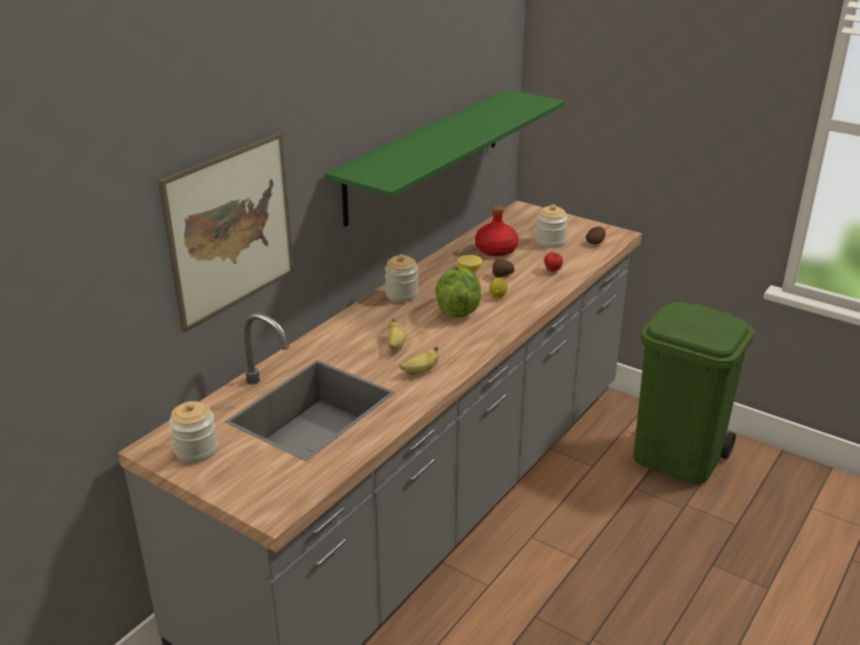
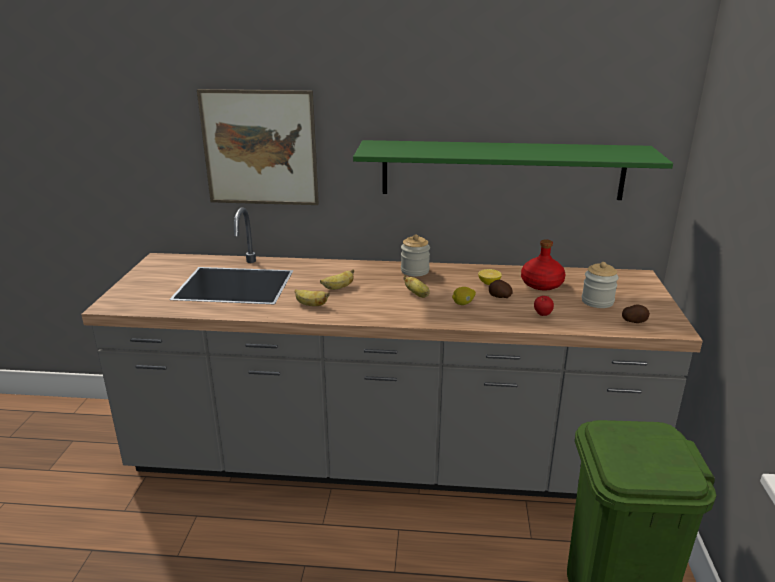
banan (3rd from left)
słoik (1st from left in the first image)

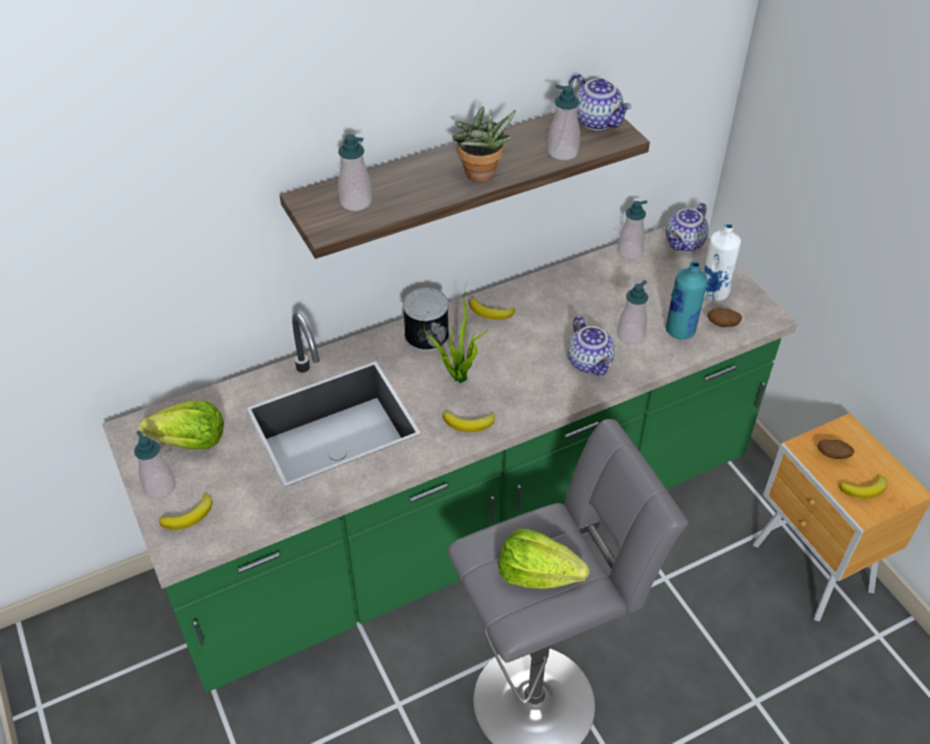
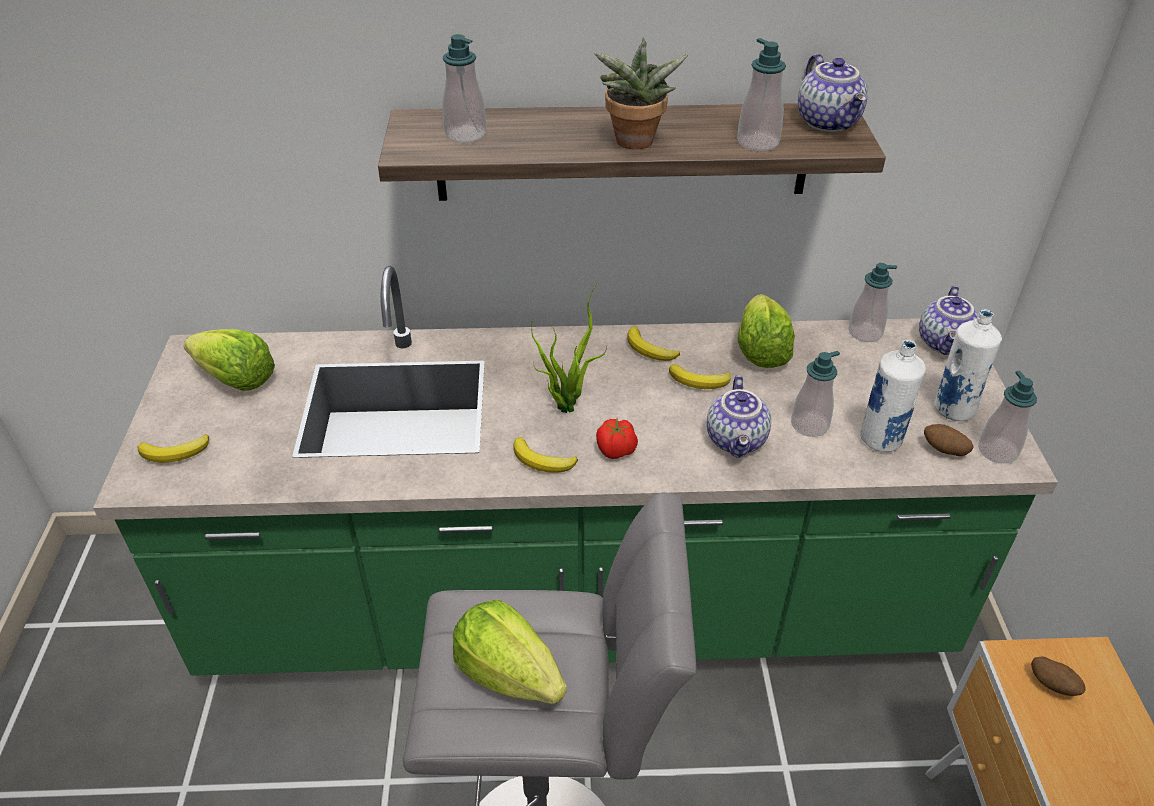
imbryk (3rd from left)
butelka (biały) (1st from left)
puszka
dozownik mydła (5th from left)
banan (4th from left)
sałata (3rd from left)
pomidor

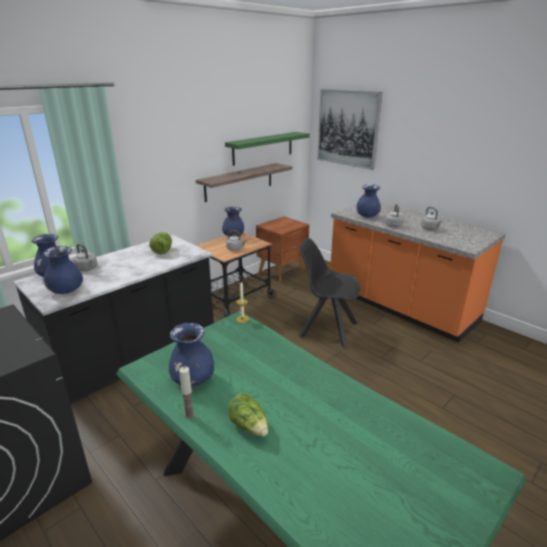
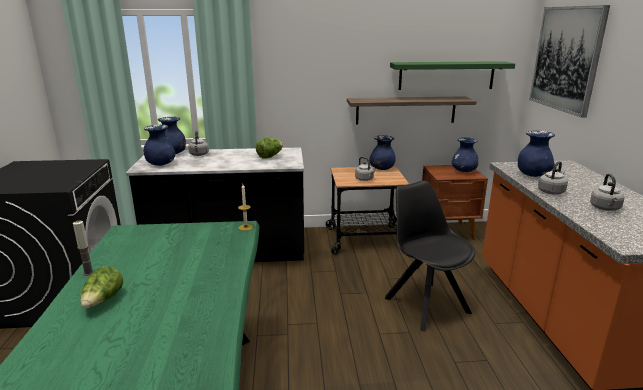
wazon (niebieski) (4th from left)

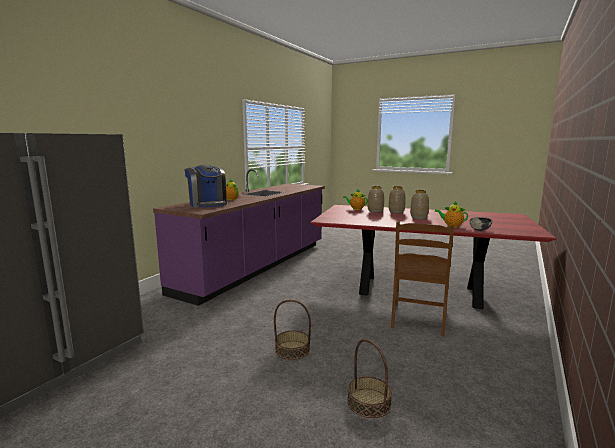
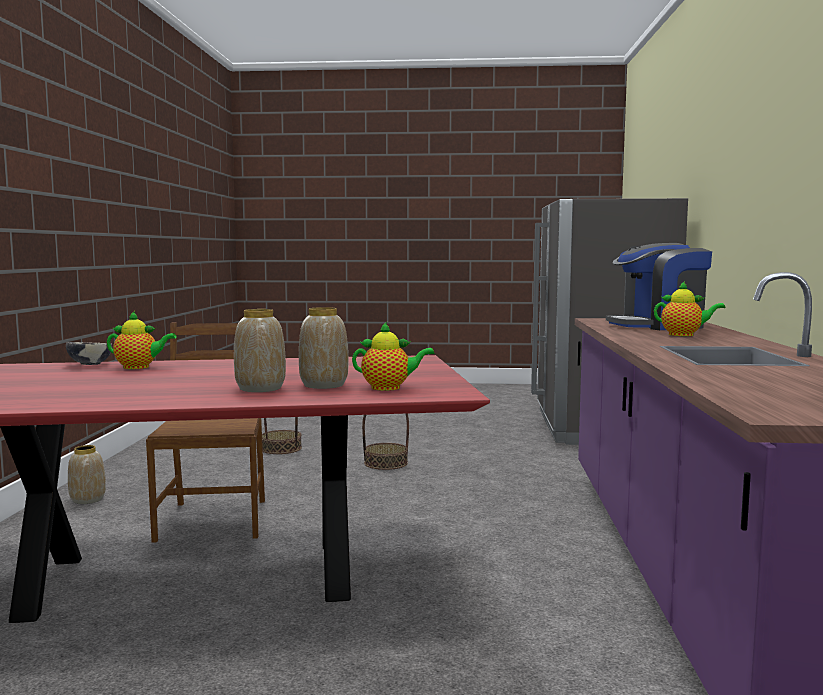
ekspres do kawy
wazon (1st from left)

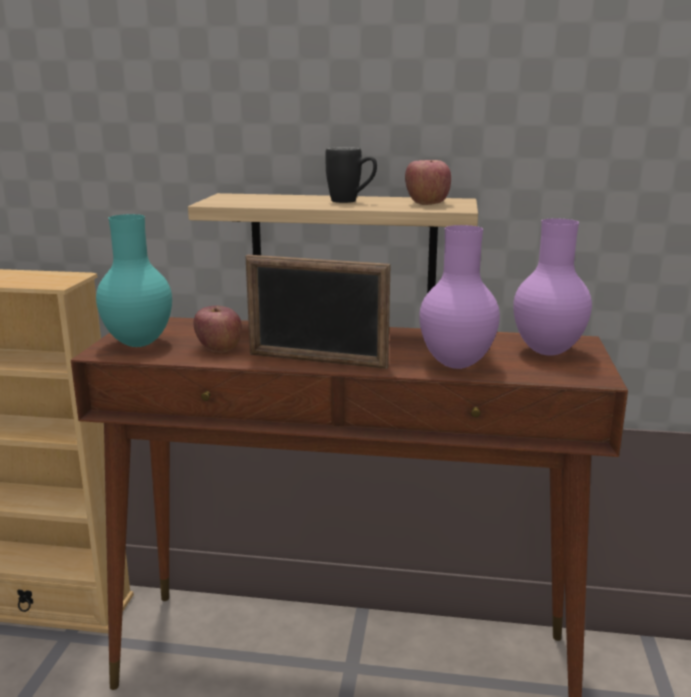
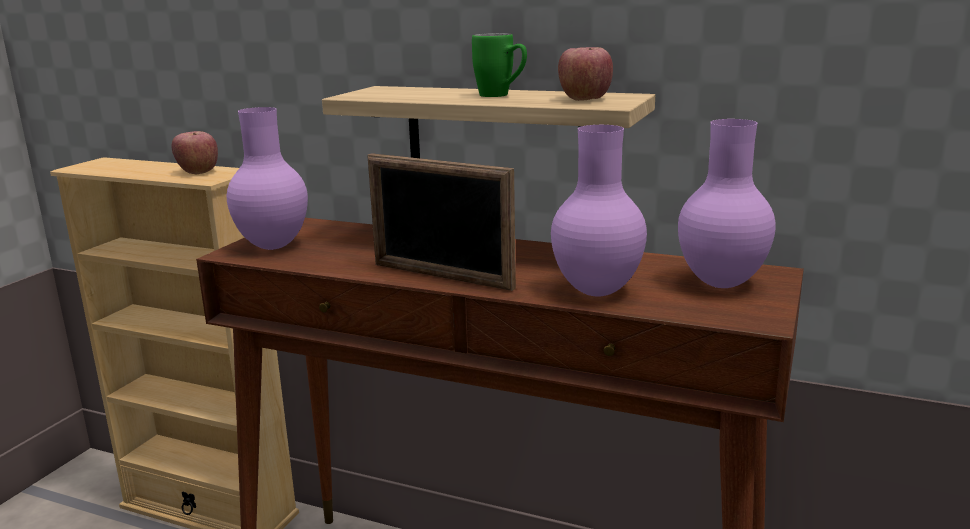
kubek (zielony)
wazon (fioletowy) (1st from left)
jabłko (1st from left)

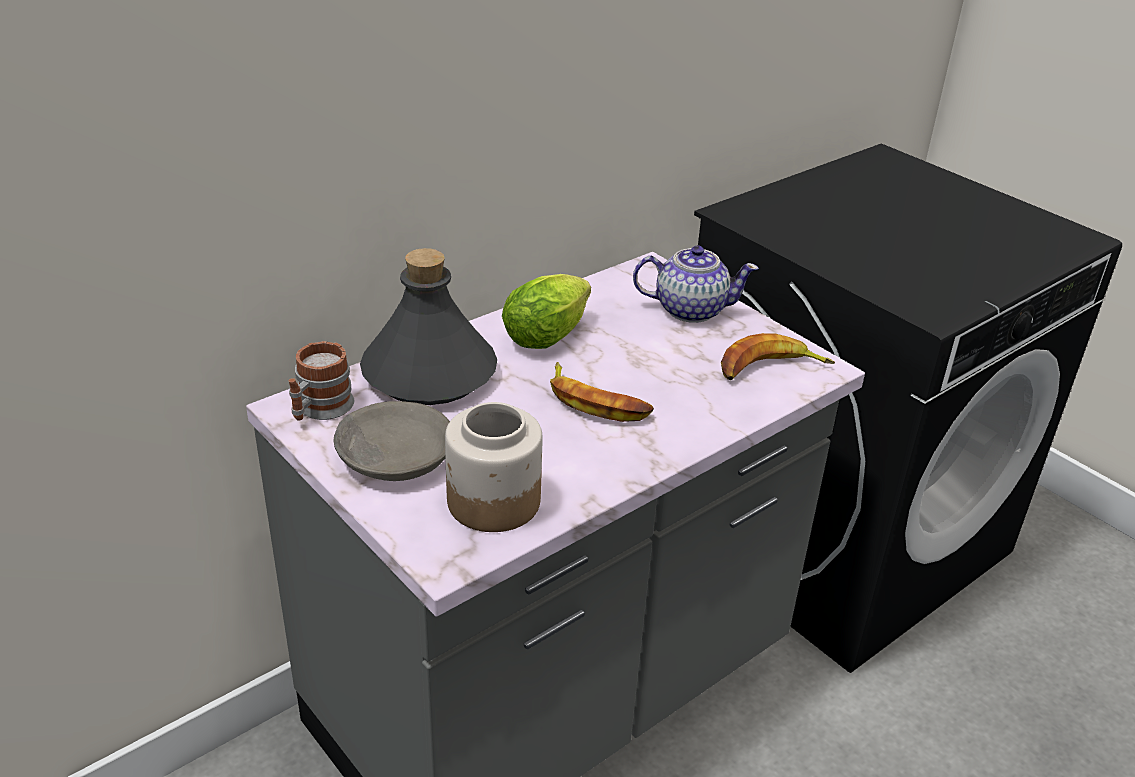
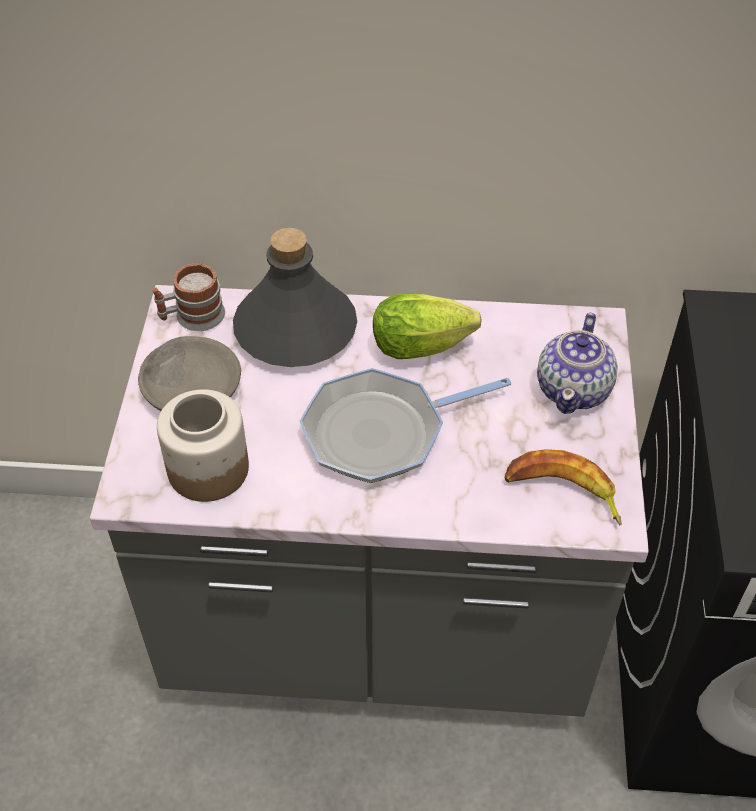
imbryk
patelnia

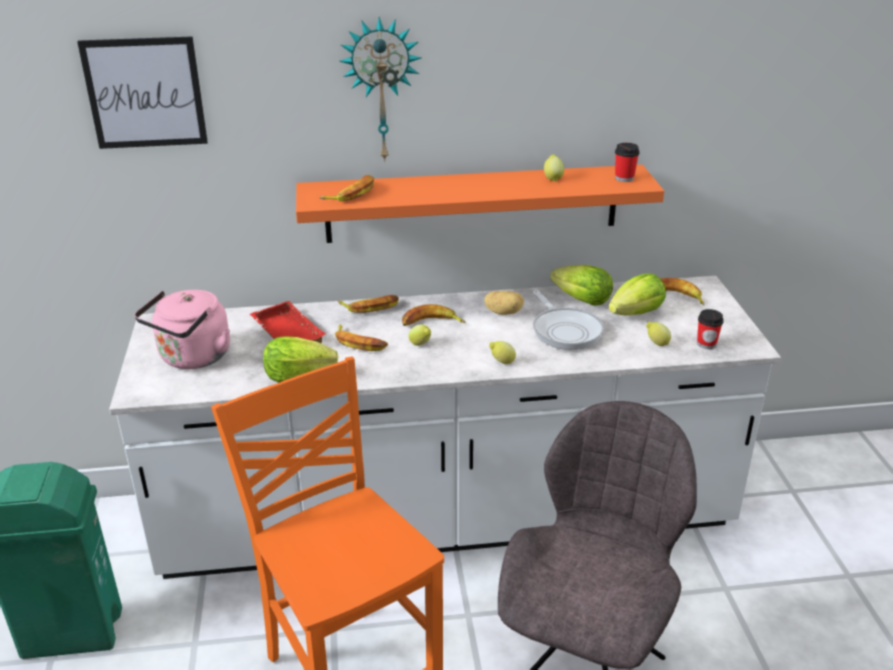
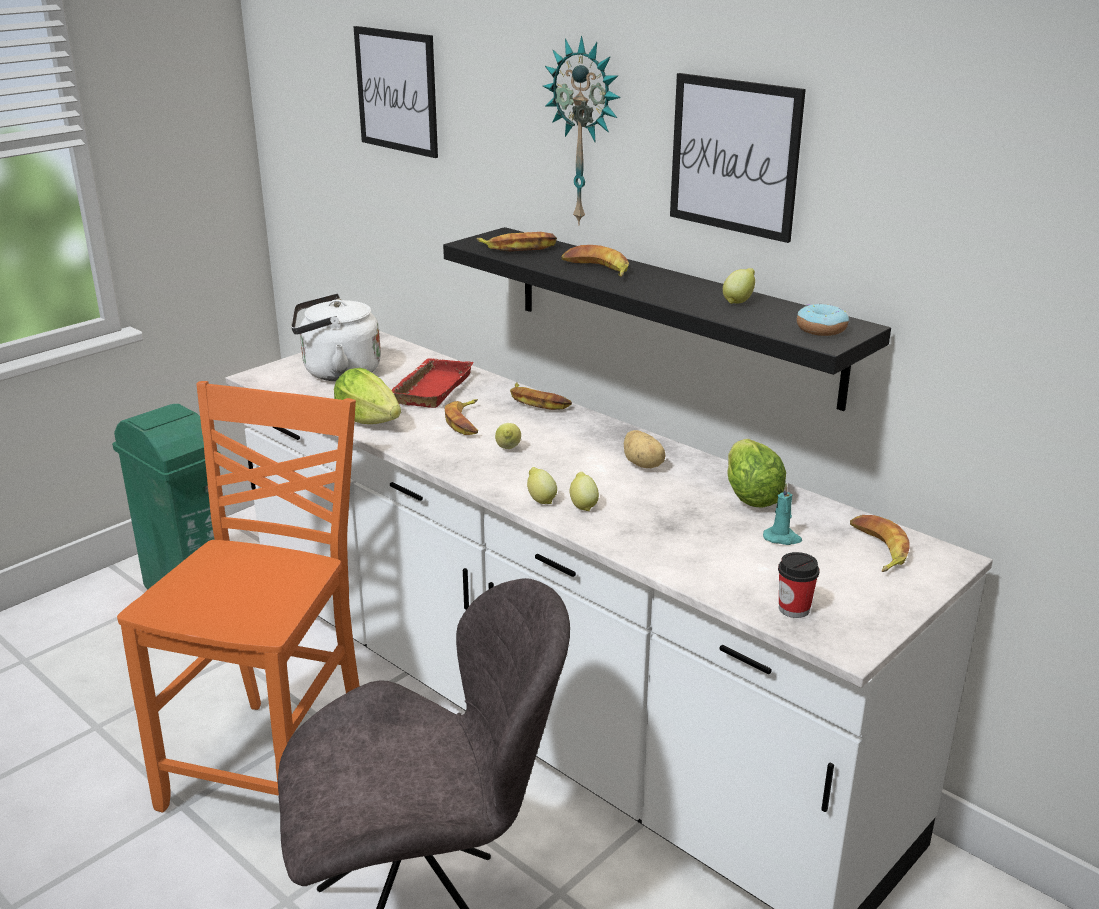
donut
półka (czarny)
świeca (turkusowy)
czajnik (biały)
patelnia
banan (4th from left)
cytryna (3rd from left)
obraz (2nd from left)

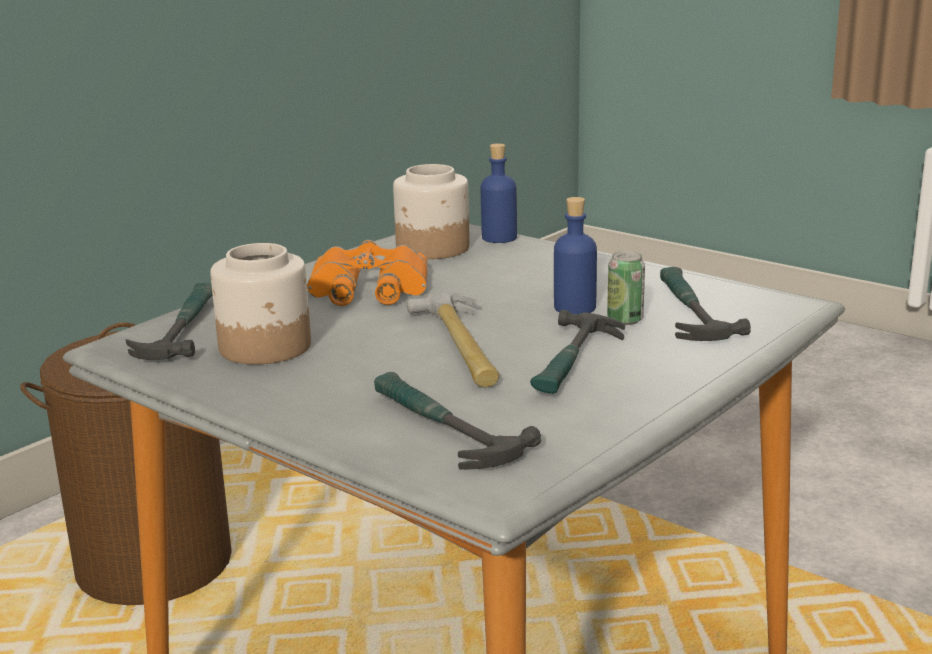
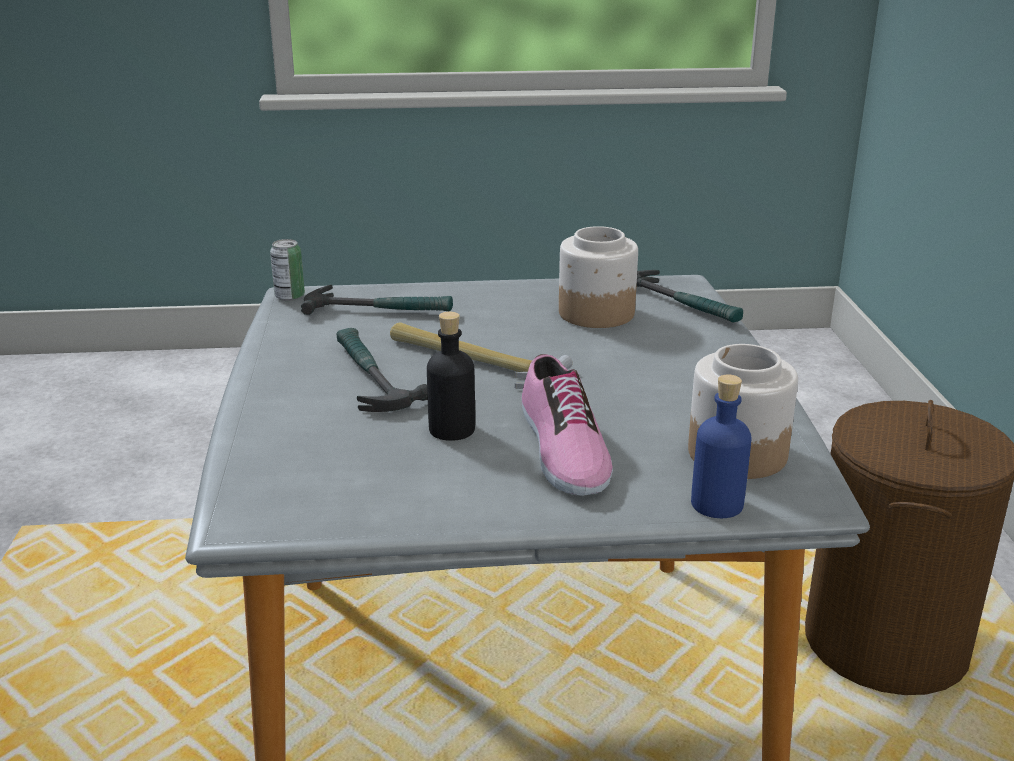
butelka (czarny)
lornetka (pomarańczowy)
puszka
młotek (5th from left in the first image)
but

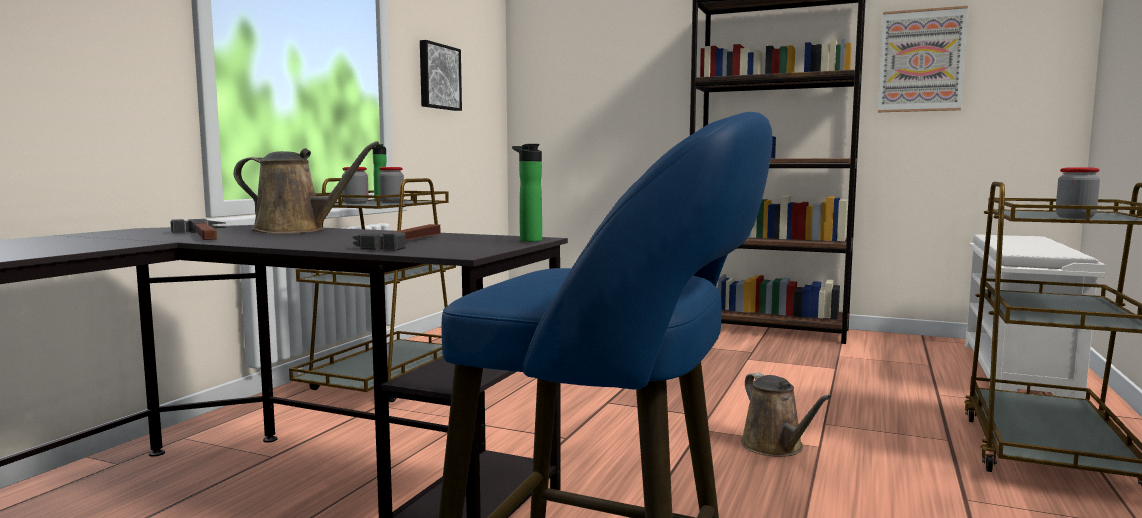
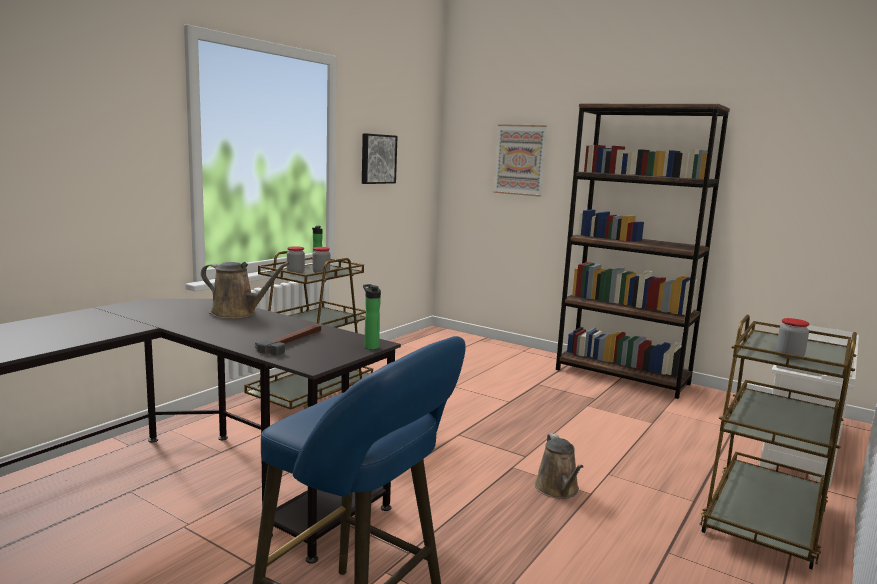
obraz (2nd from left)
młotek (1st from left in the first image)

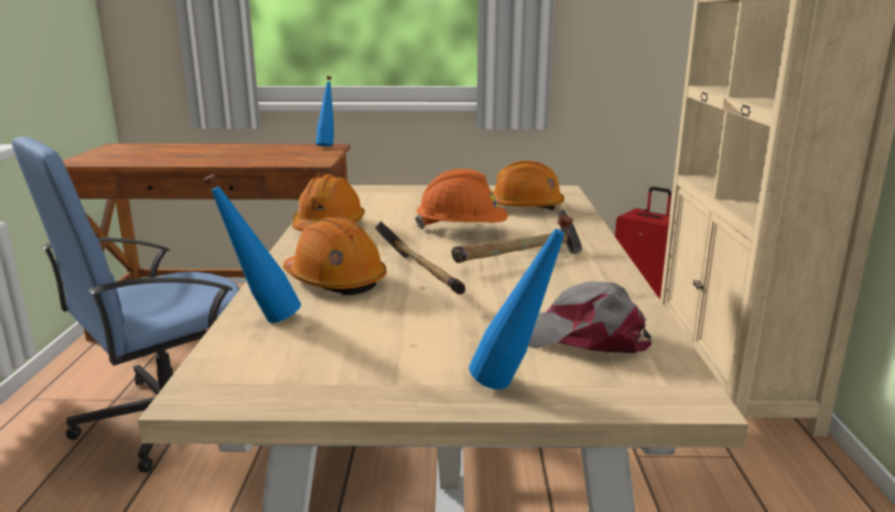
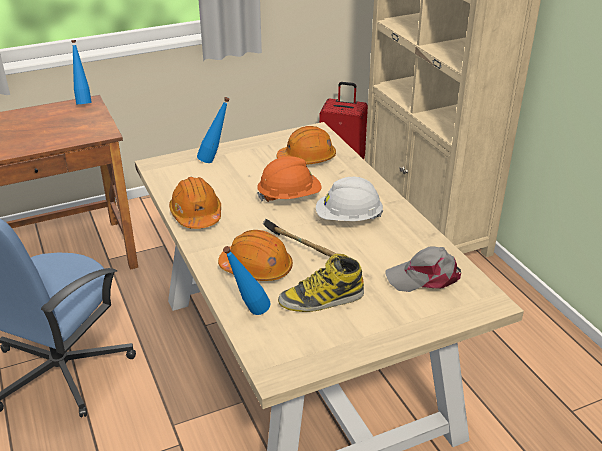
kask (biały)
butelka (niebieski) (2nd from left)
but z cholewką

